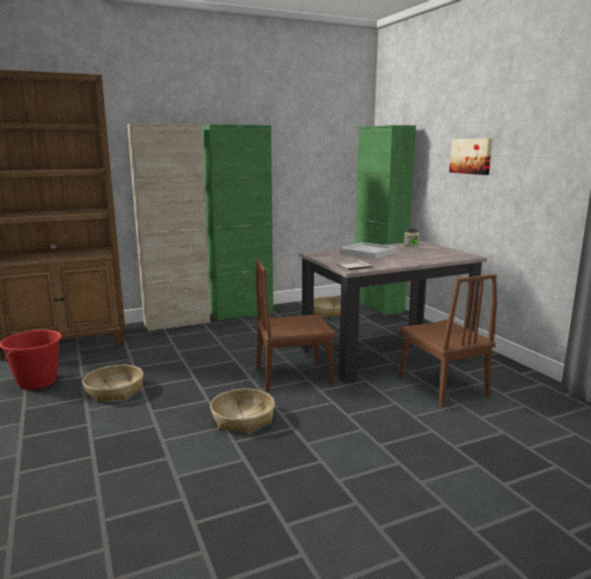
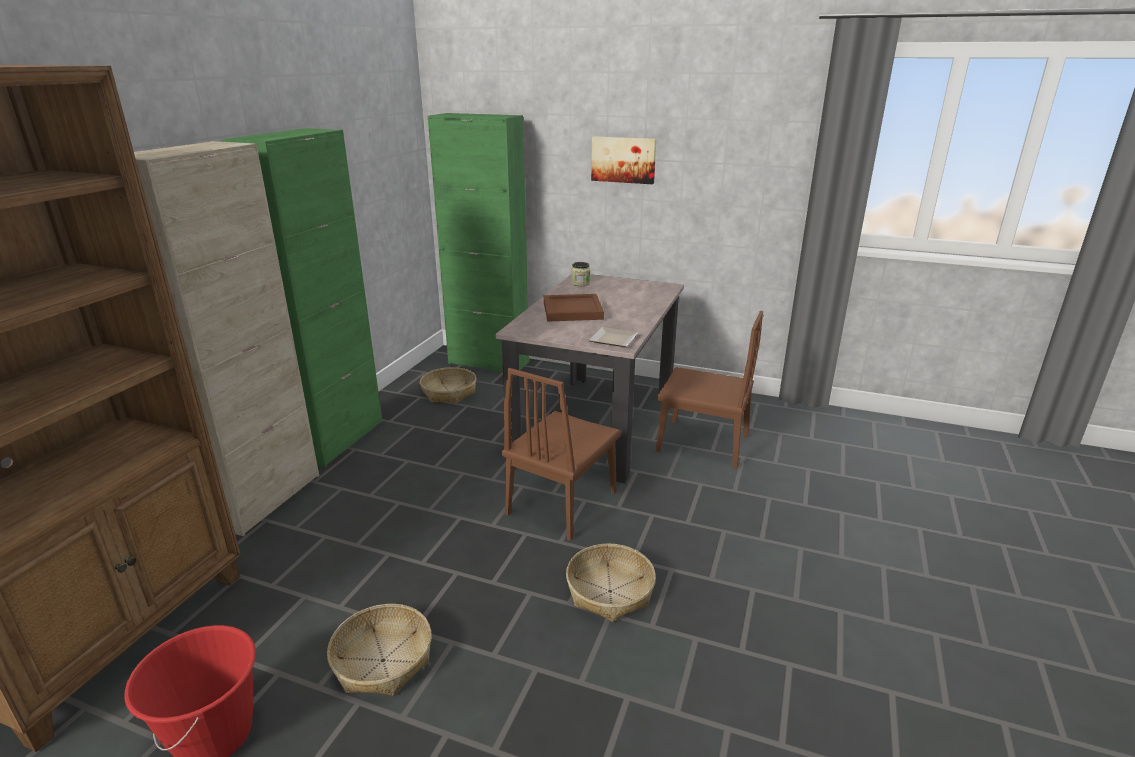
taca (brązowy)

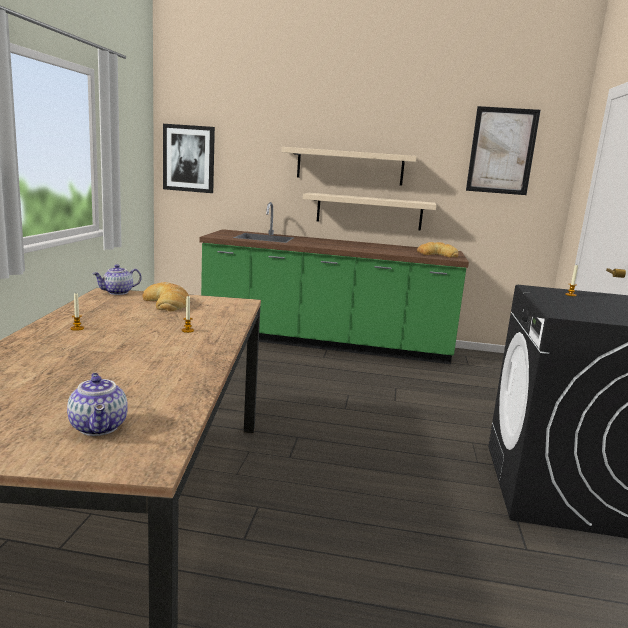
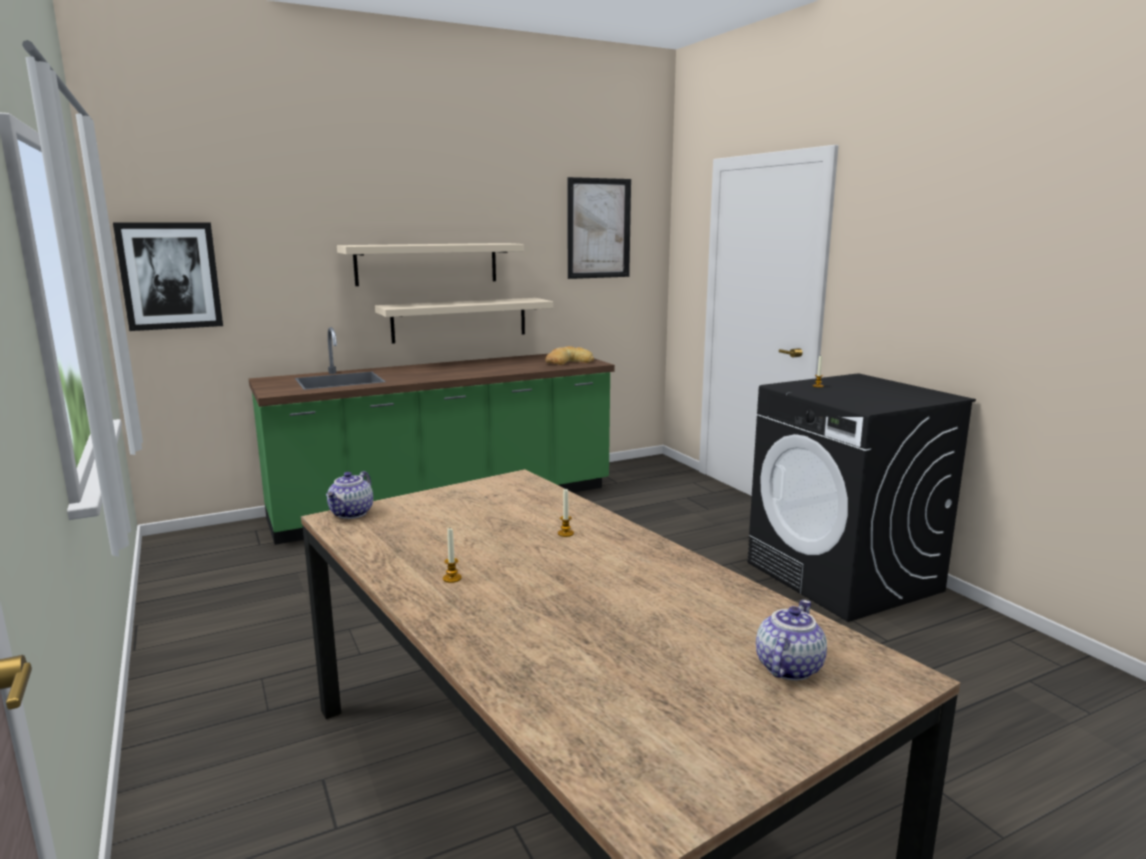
chleb (1st from left in the first image)
imbryk (2nd from left)

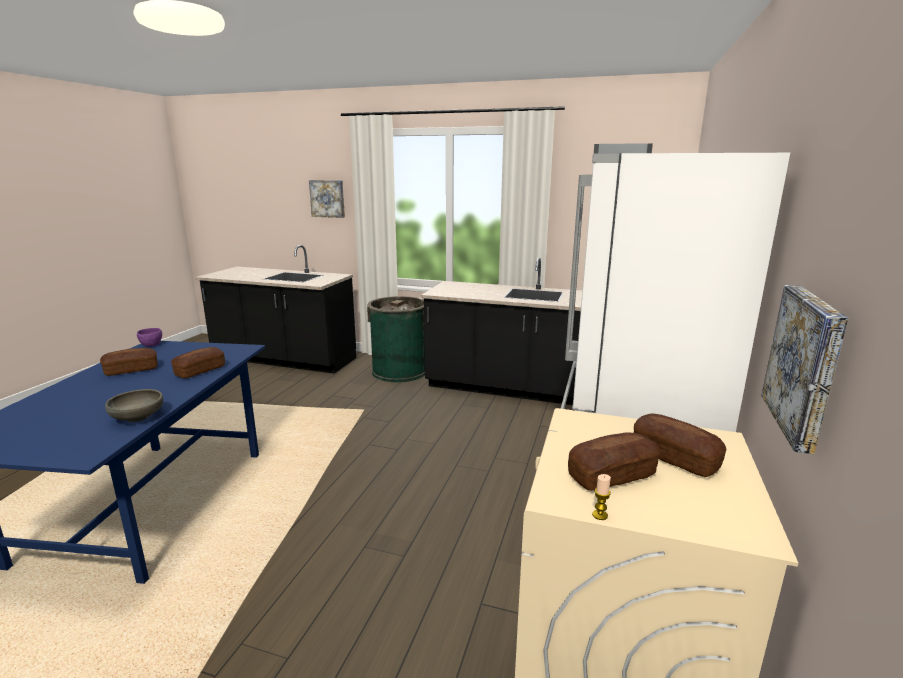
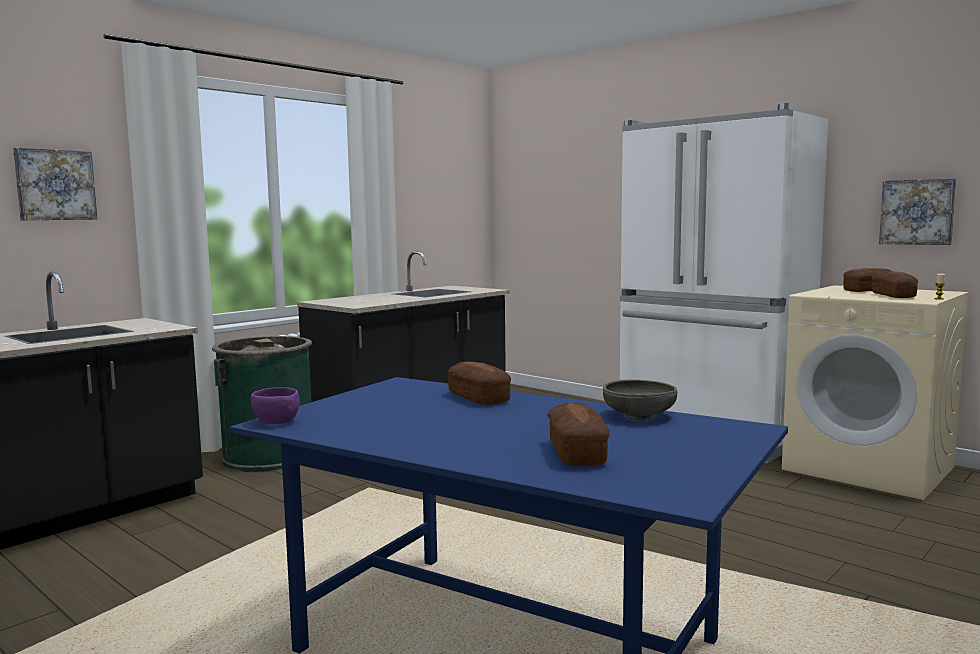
chleb (2nd from left)

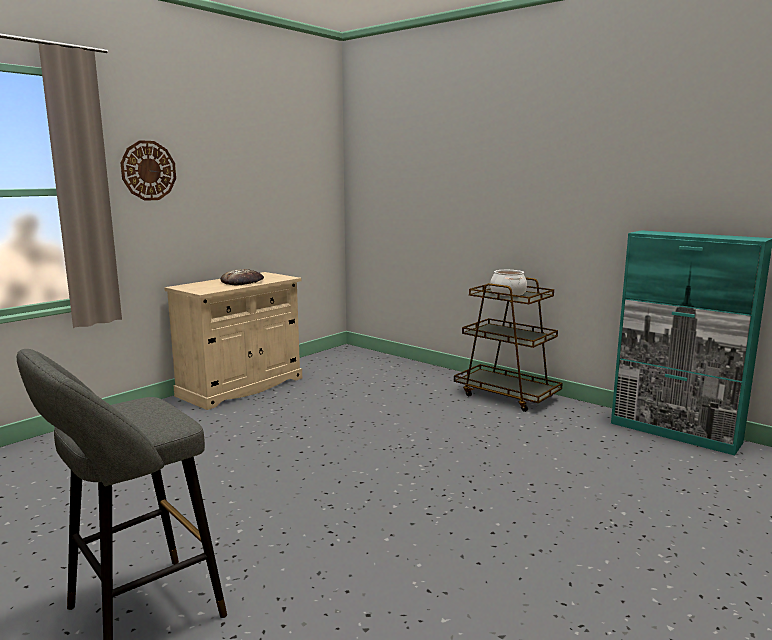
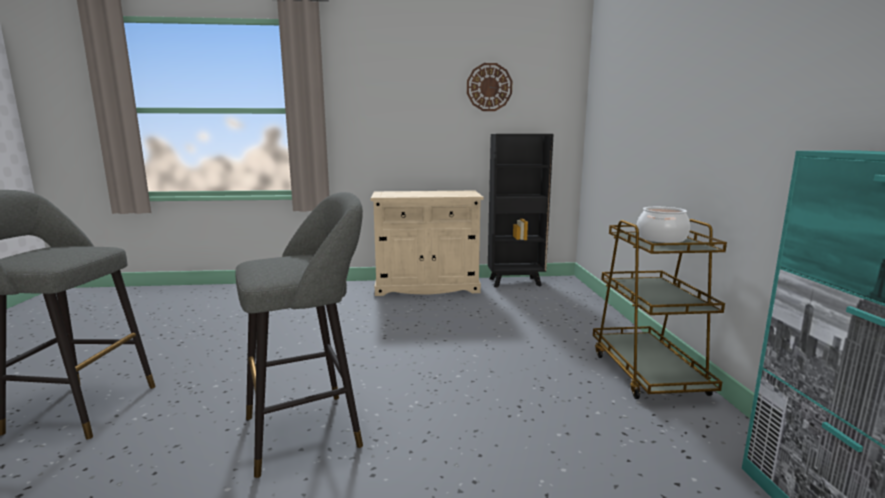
zegar ścienny
chleb
regał (czarny)
stołek (szary) (2nd from left)

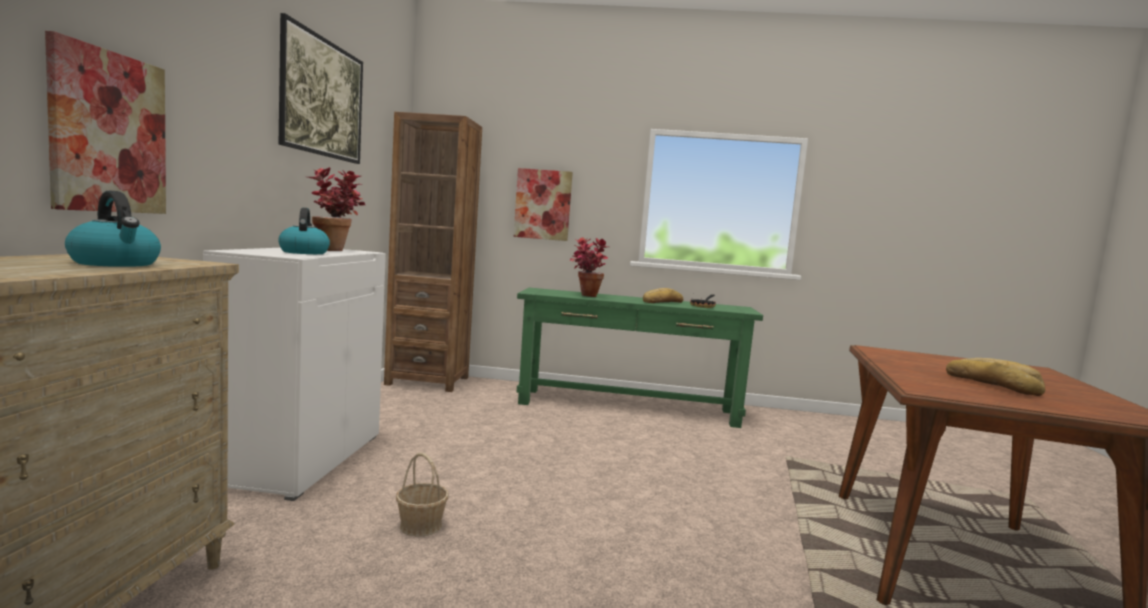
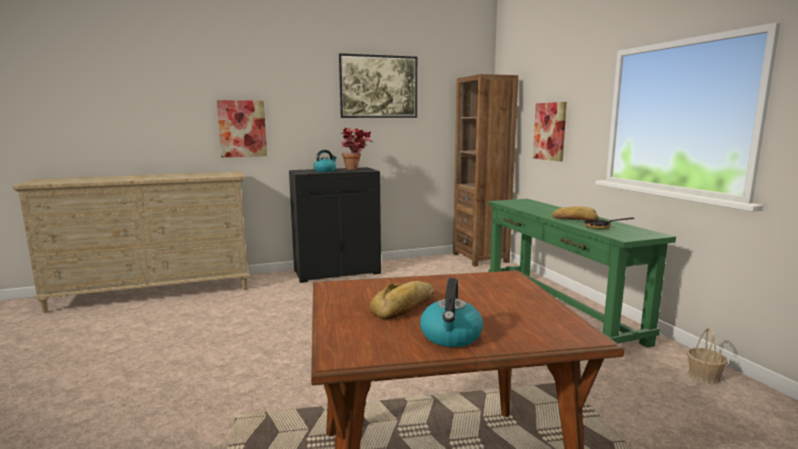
czajnik (2nd from left)
roślina doniczkowa (2nd from left in the first image)
szafka (czarny)
koszyk

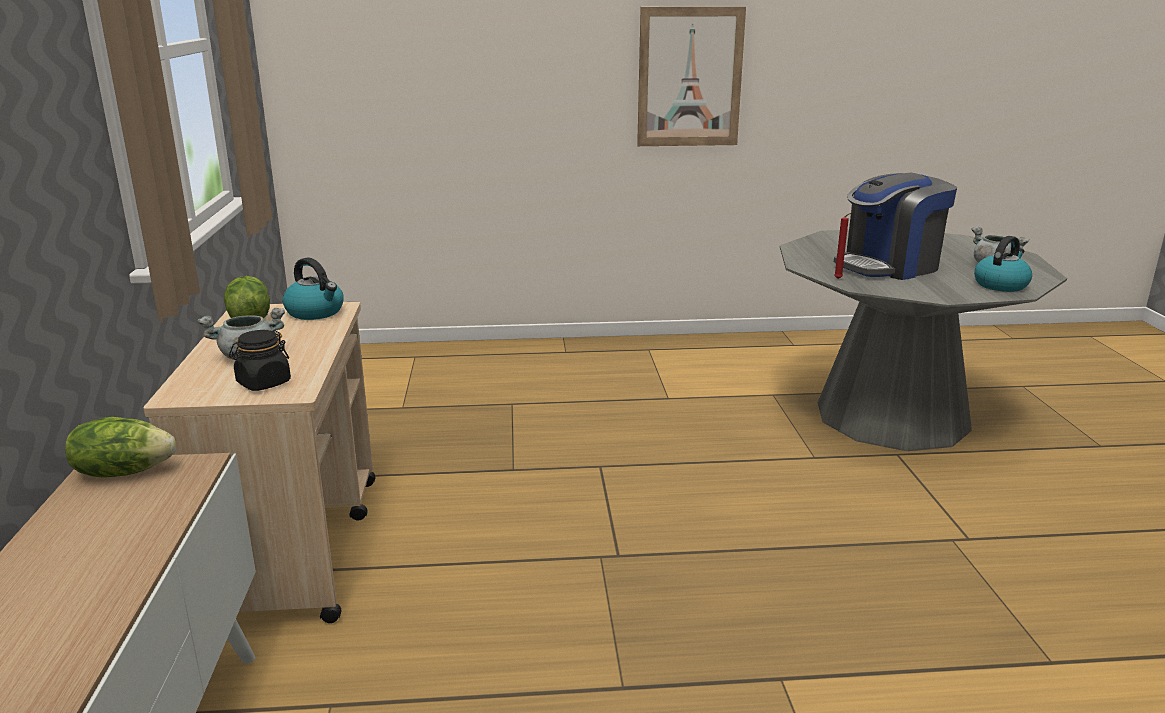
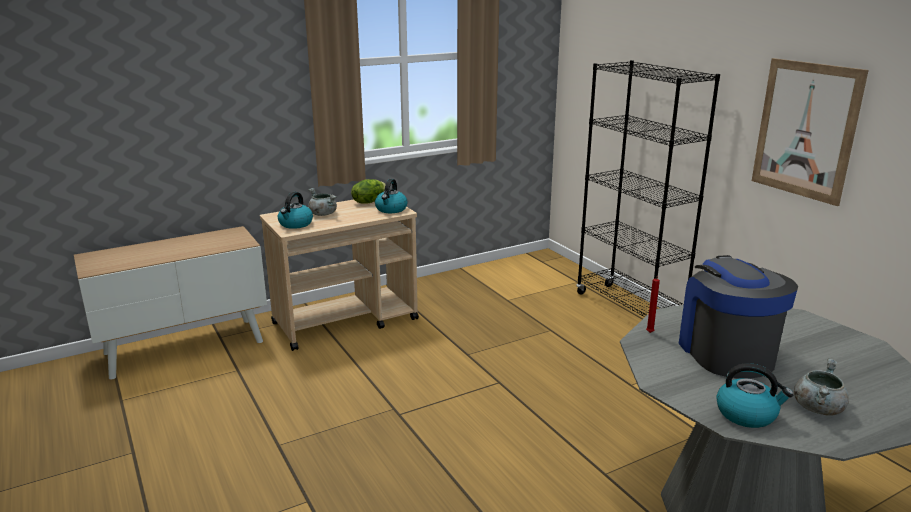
ekspres do kawy
czajnik (1st from left)
sałata (1st from left in the first image)
regał (czarny)

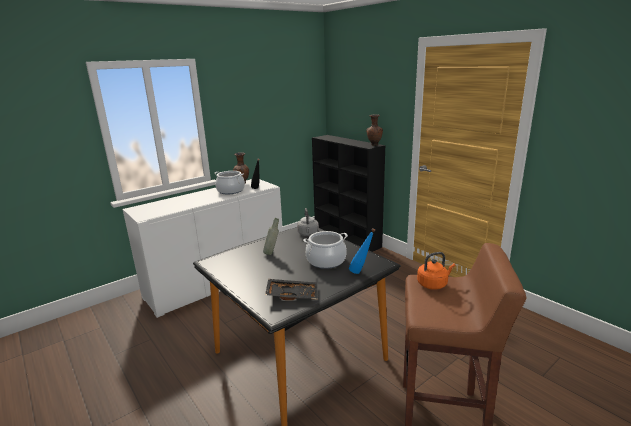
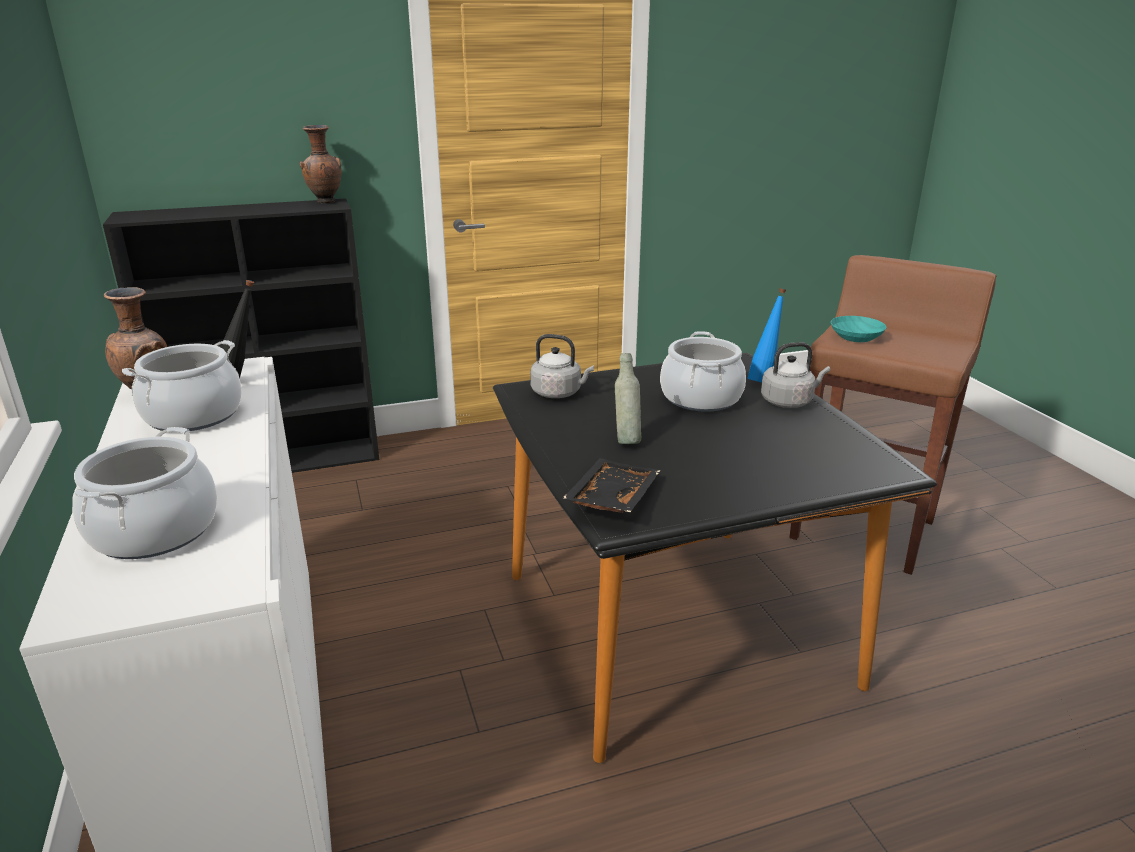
miska (turkusowy)
taca (czarny)
czajnik (szary) (2nd from left)
garnek (1st from left)

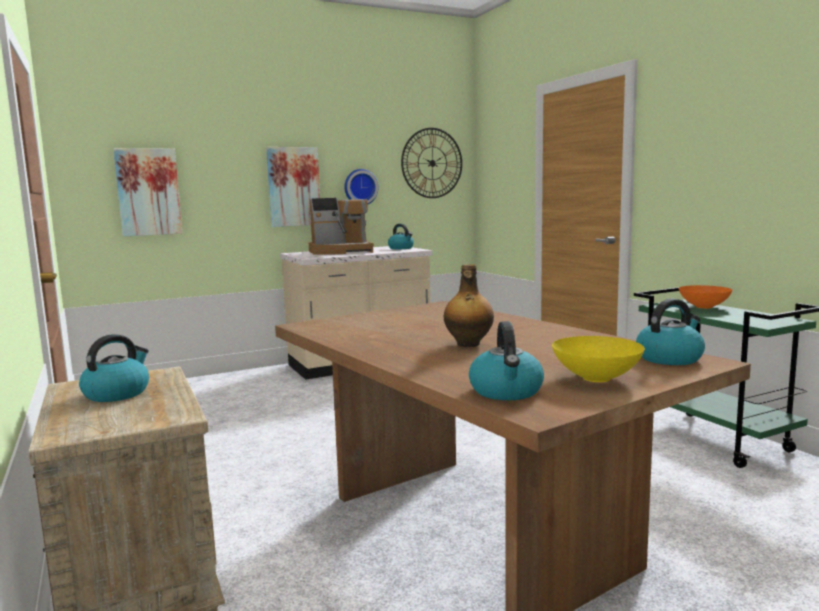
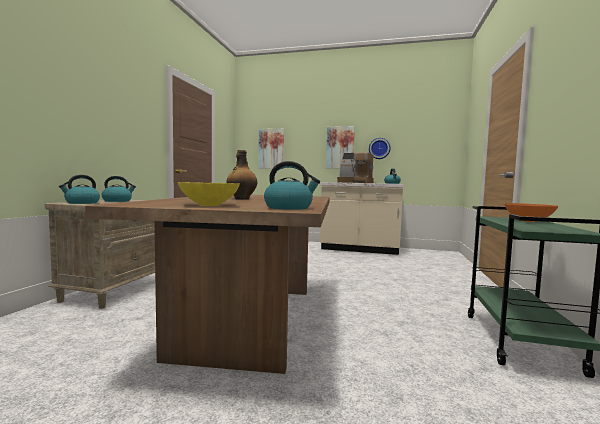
zegar ścienny (2nd from left in the first image)
czajnik (1st from left)

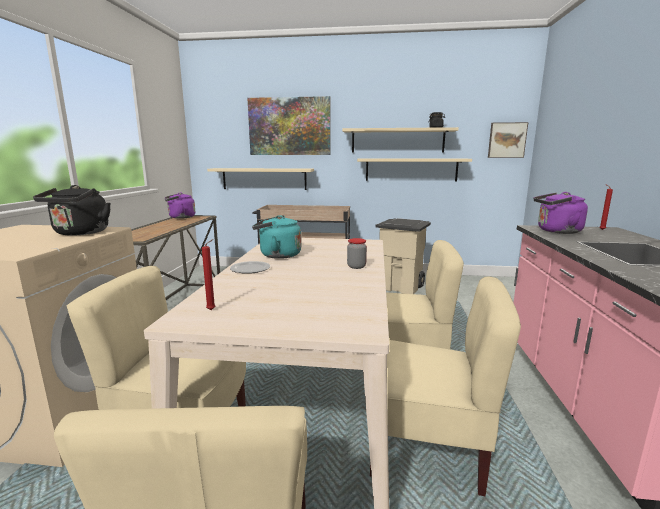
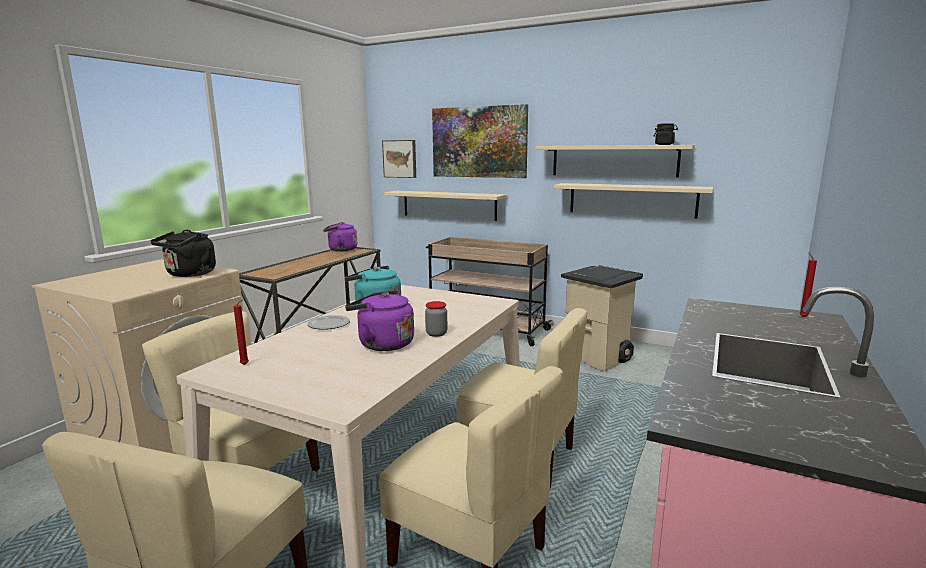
obraz (1st from left)
czajnik (fioletowy) (2nd from left)

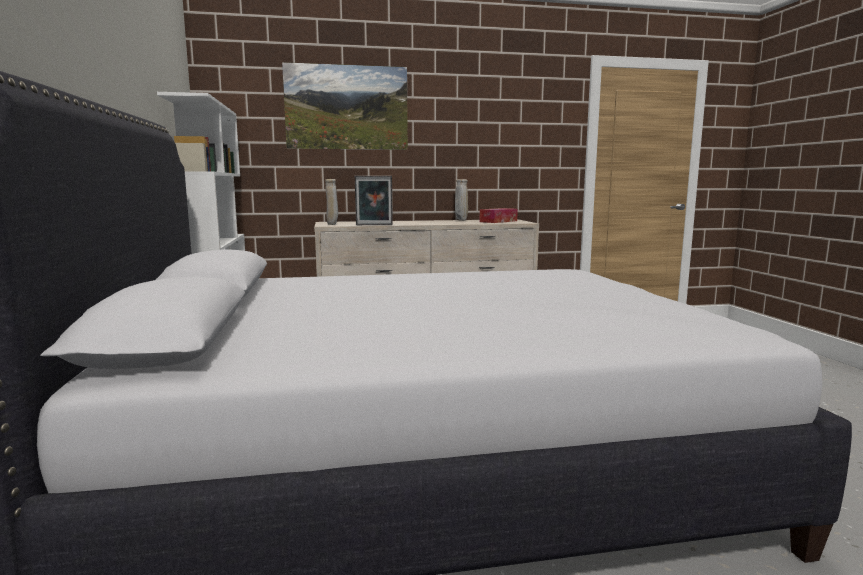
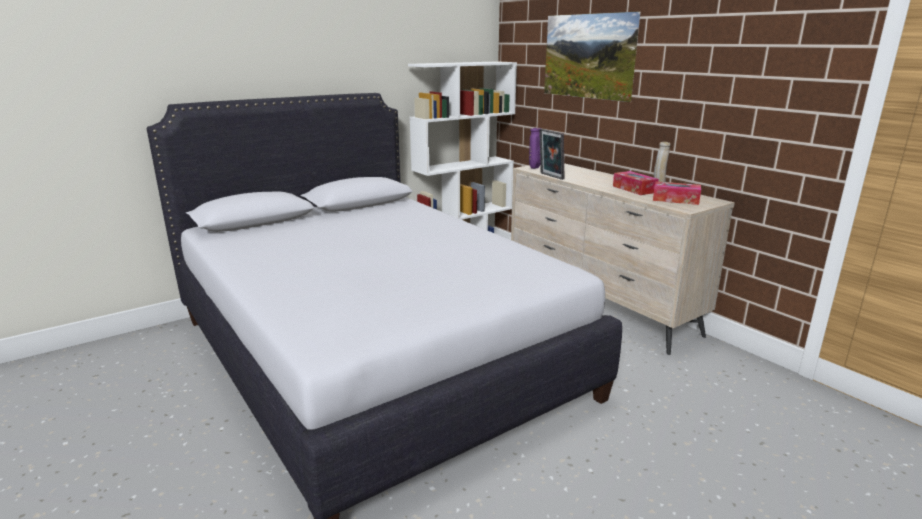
wazon (fioletowy)
pudełko chusteczek (1st from left)

